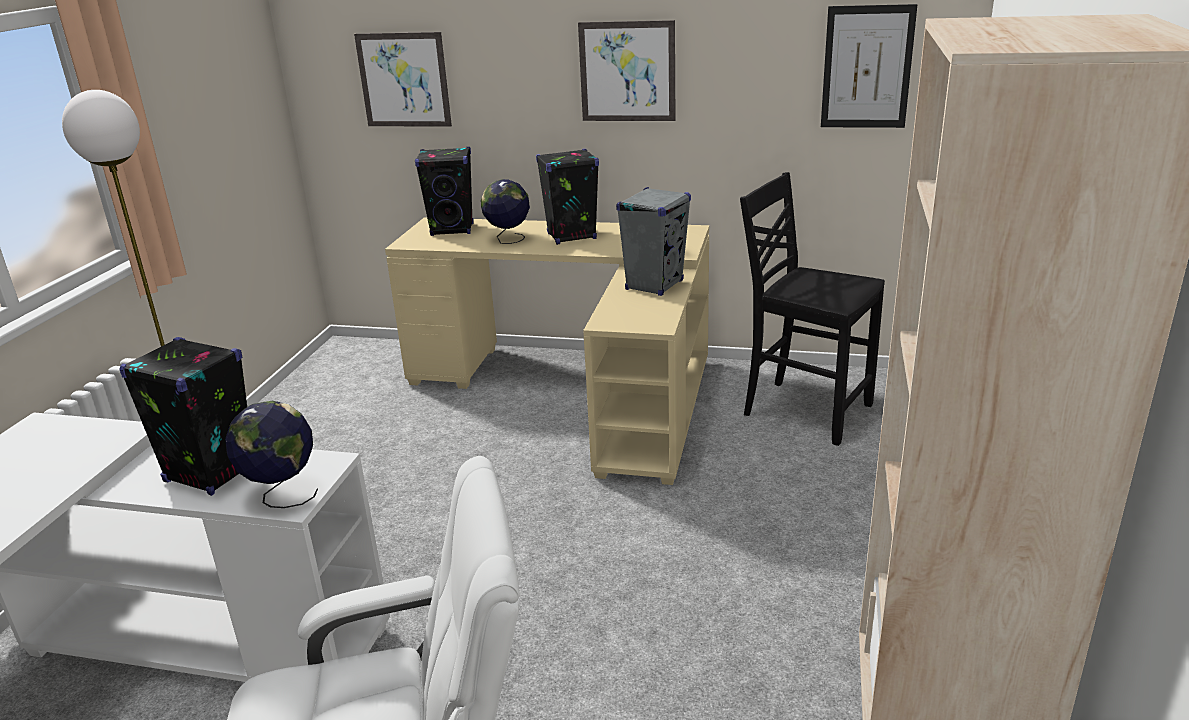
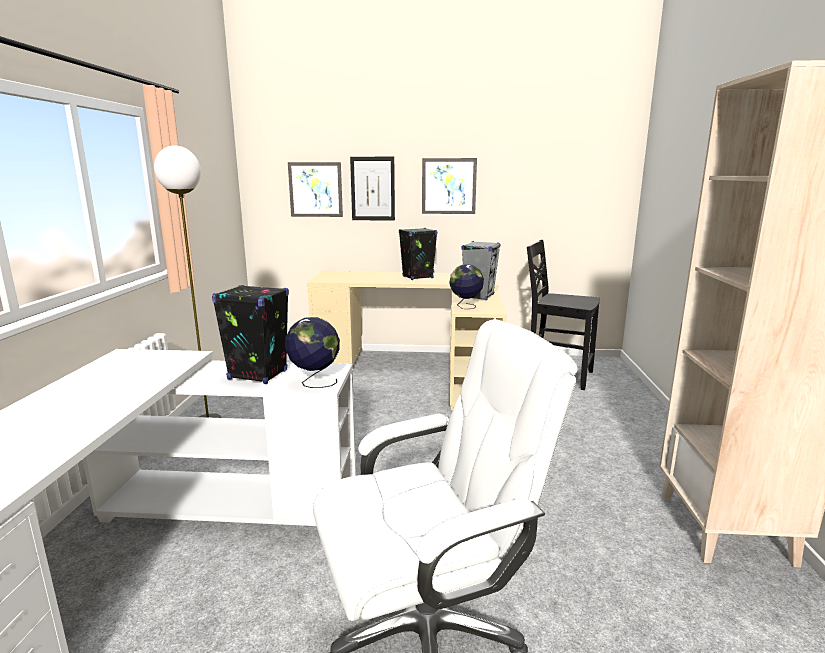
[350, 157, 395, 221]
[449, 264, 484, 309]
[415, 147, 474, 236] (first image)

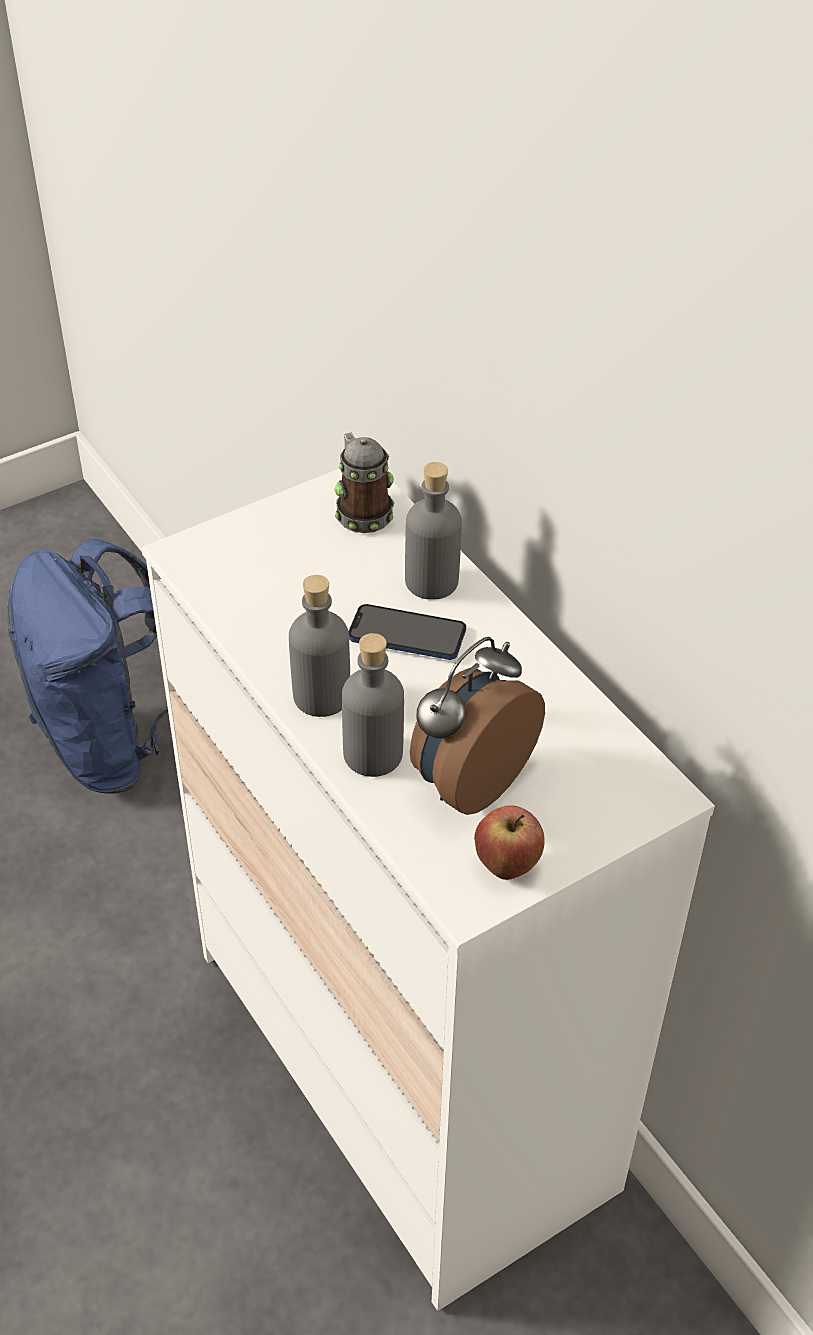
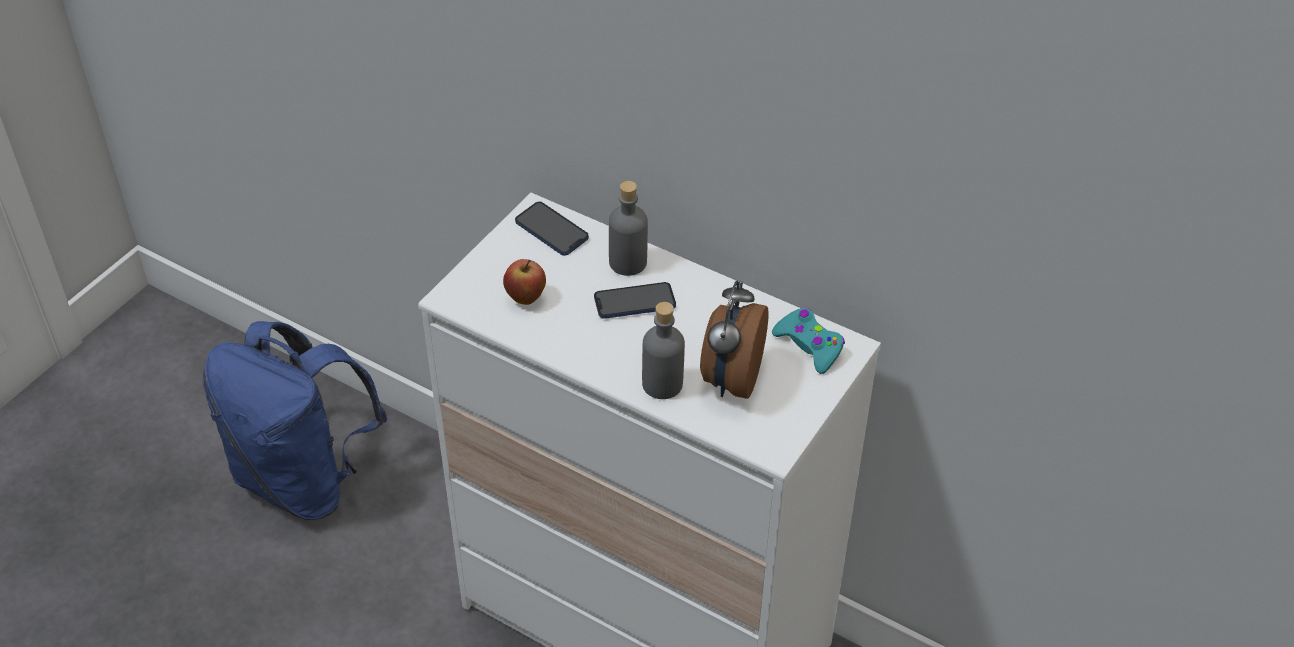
[503, 259, 546, 305]
[515, 202, 589, 256]
[772, 308, 845, 374]
[289, 575, 350, 717] (first image)

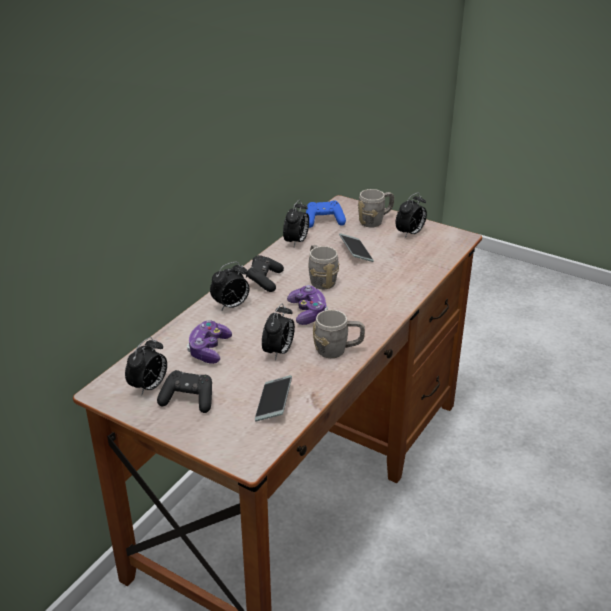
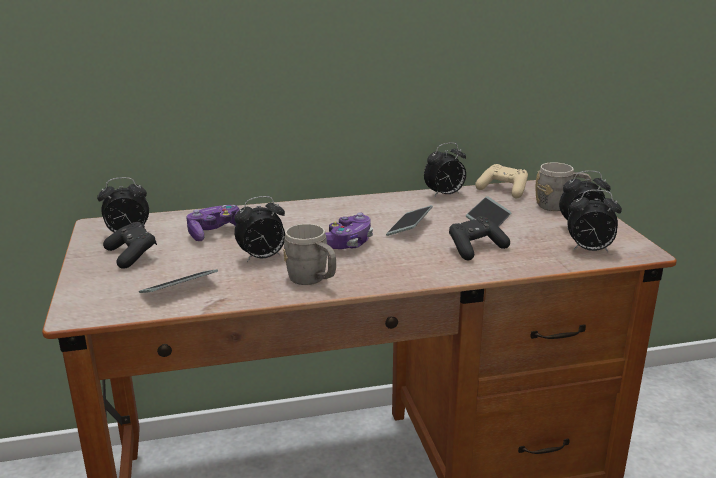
[386, 205, 433, 236]
[449, 216, 510, 260]
[475, 164, 528, 199]
[568, 190, 622, 252]

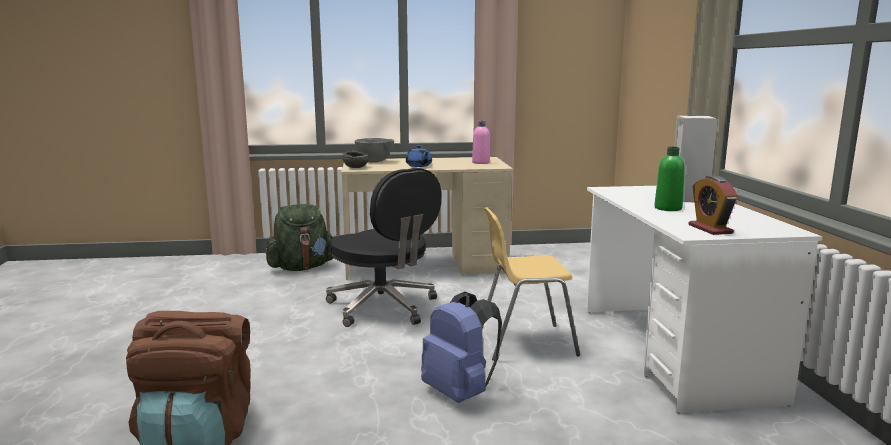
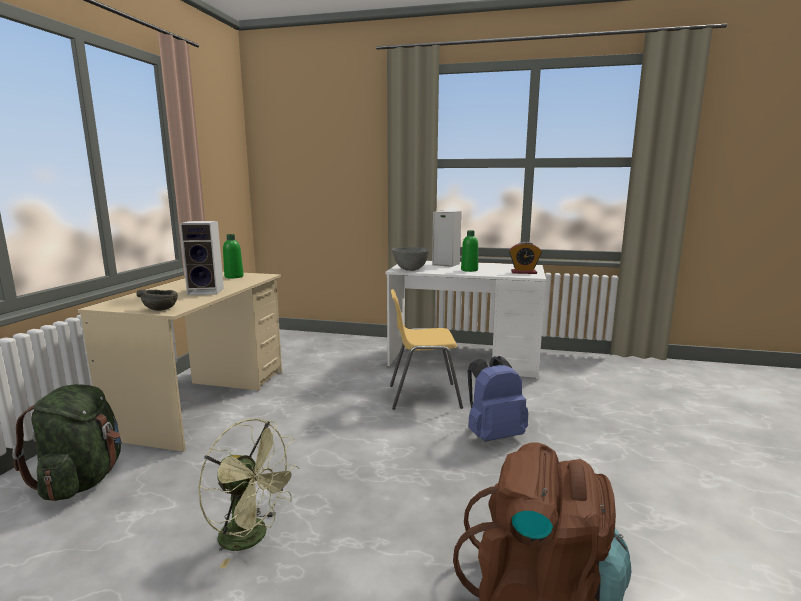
[179, 221, 224, 295]
[198, 419, 299, 568]
[223, 234, 244, 278]
[390, 289, 463, 410]
[392, 247, 430, 271]
[326, 168, 441, 327] (first image)

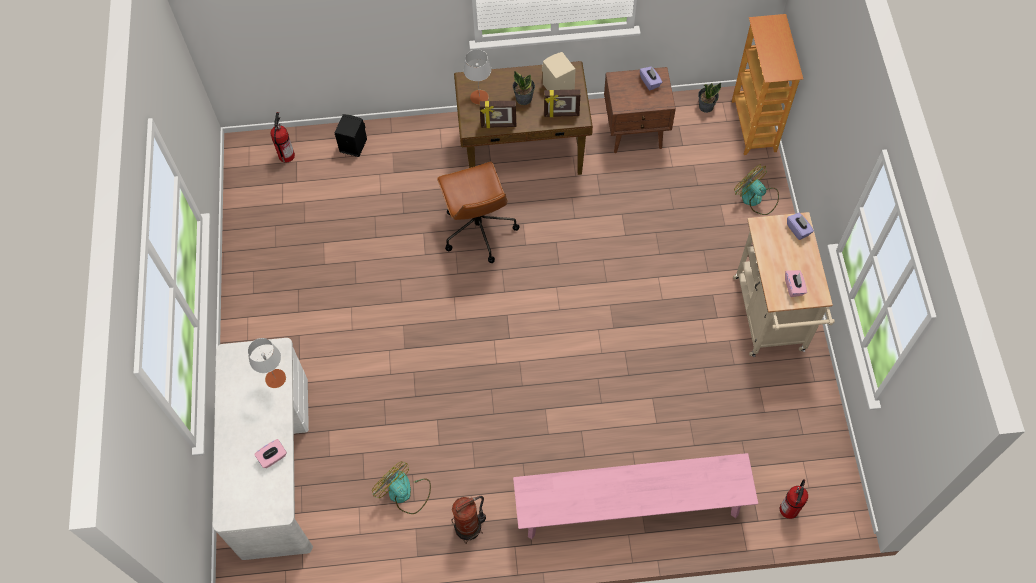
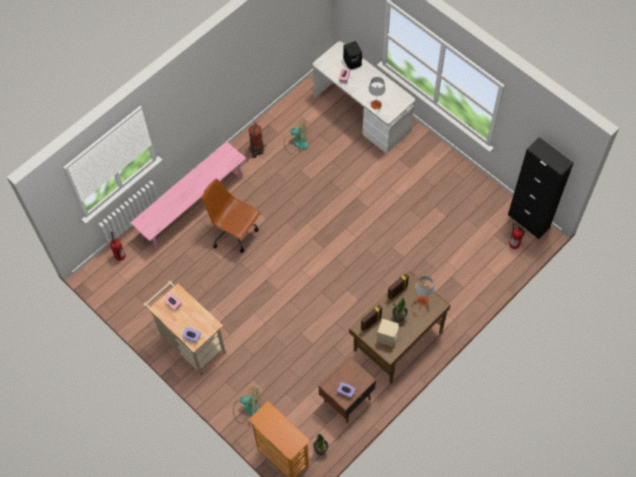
[201, 178, 261, 253]
[343, 41, 362, 70]
[508, 137, 574, 239]

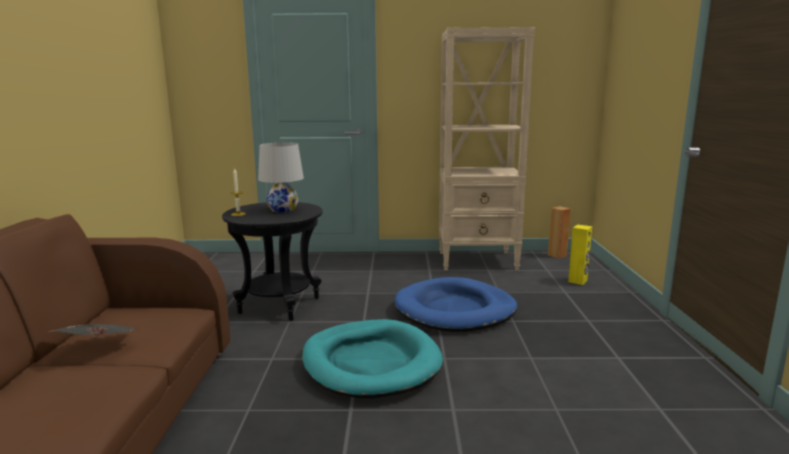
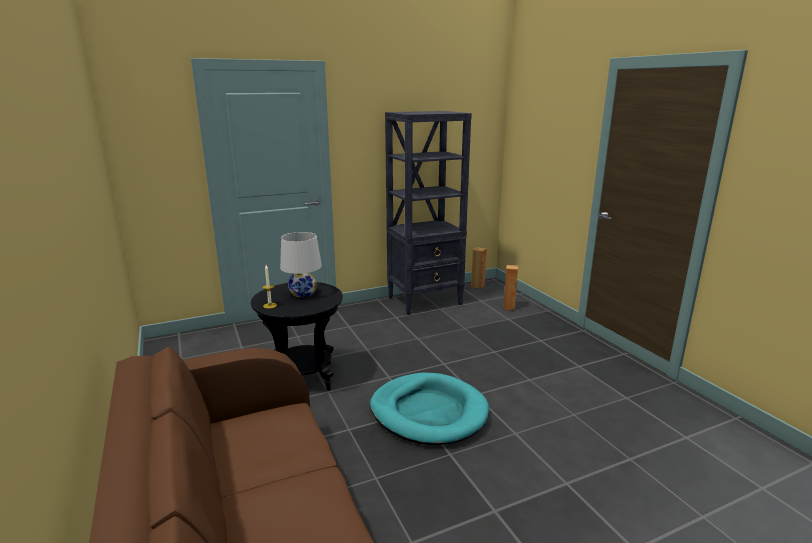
[385, 111, 472, 315]
[504, 265, 518, 311]
[53, 324, 137, 338] (first image)
[395, 277, 517, 332] (first image)

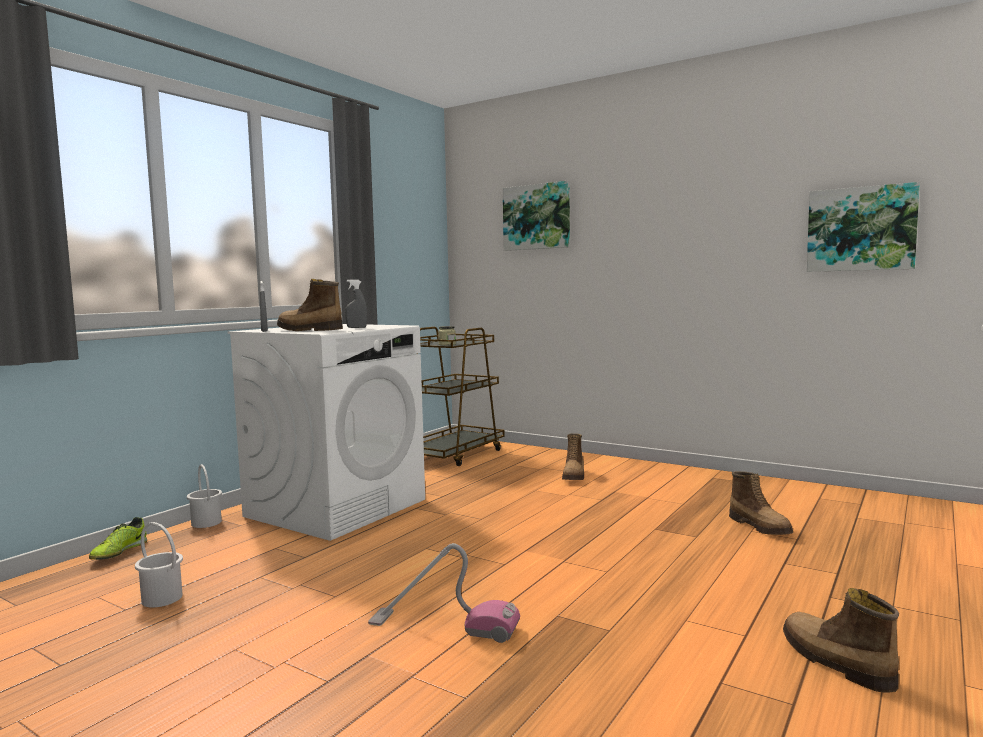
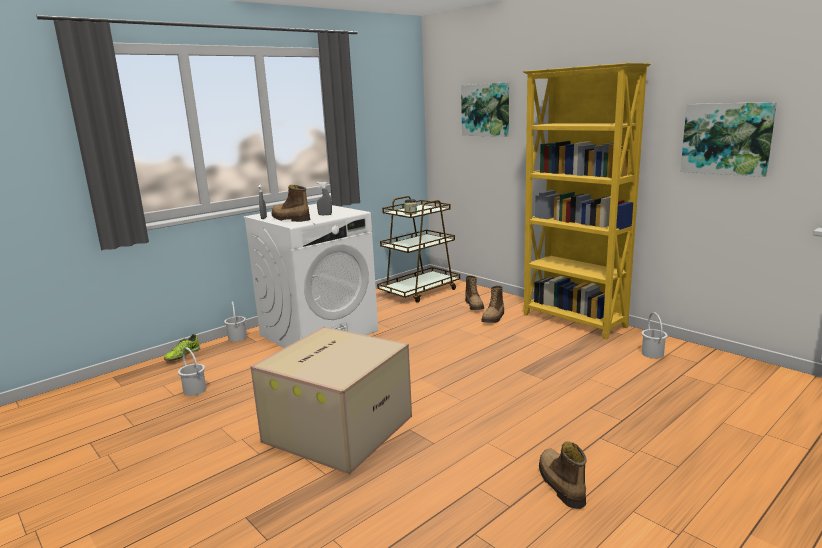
[251, 327, 412, 474]
[465, 275, 484, 310]
[523, 63, 651, 339]
[641, 312, 668, 359]

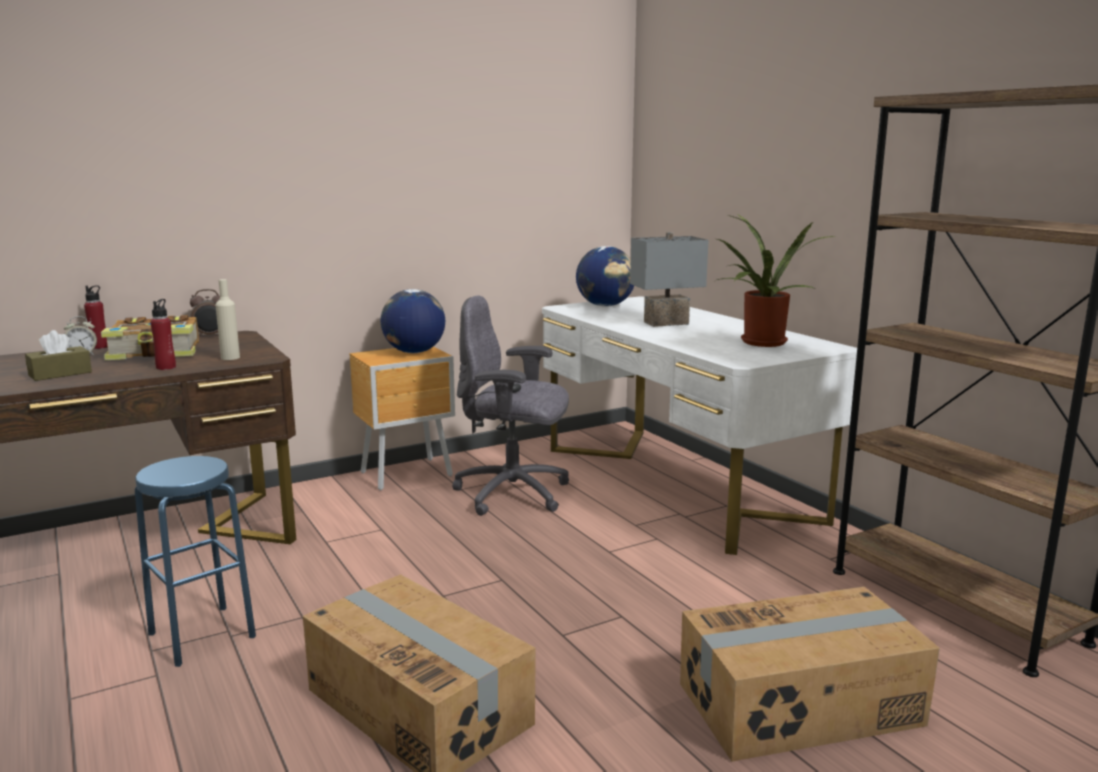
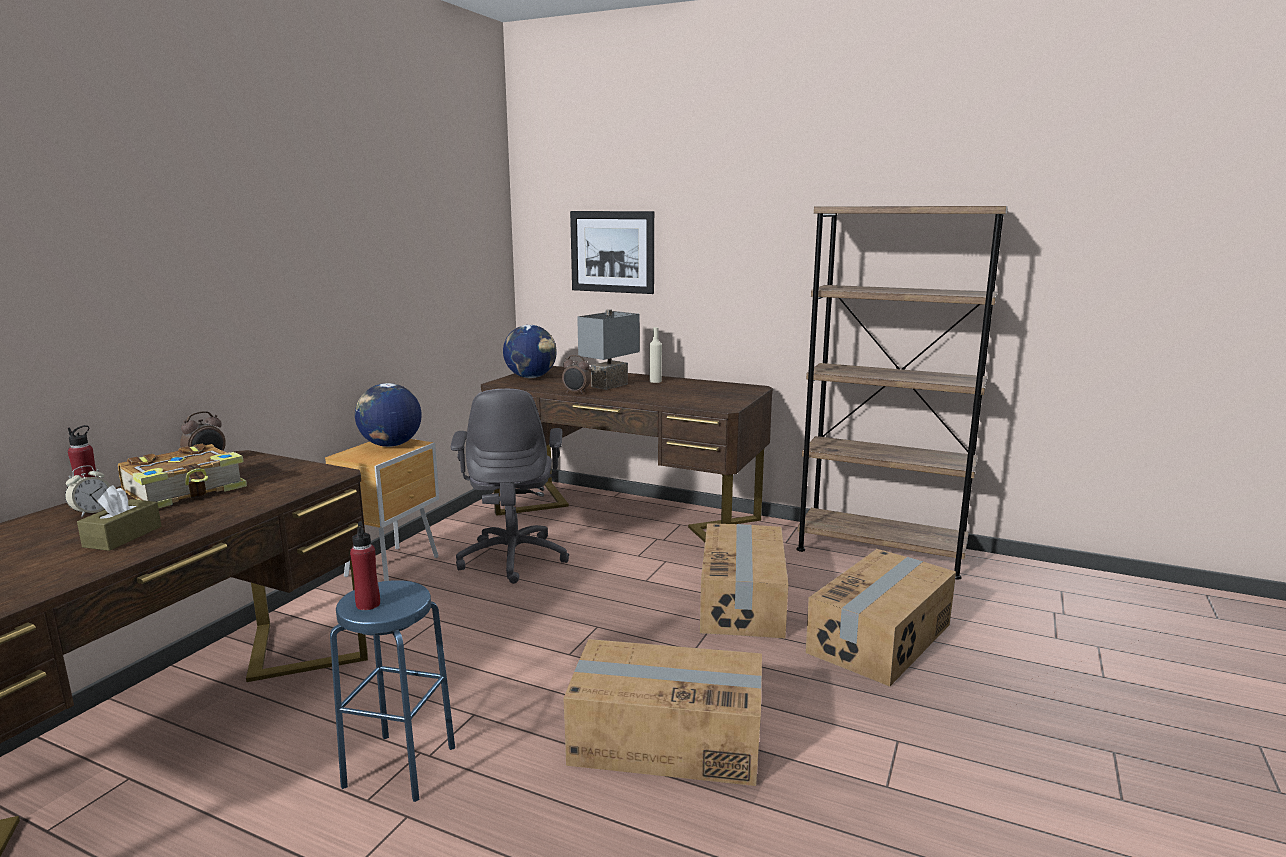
[350, 521, 380, 610]
[451, 389, 569, 584]
[481, 366, 773, 542]
[562, 355, 591, 394]
[570, 211, 654, 294]
[649, 327, 662, 383]
[700, 523, 788, 639]
[715, 213, 836, 347] (first image)

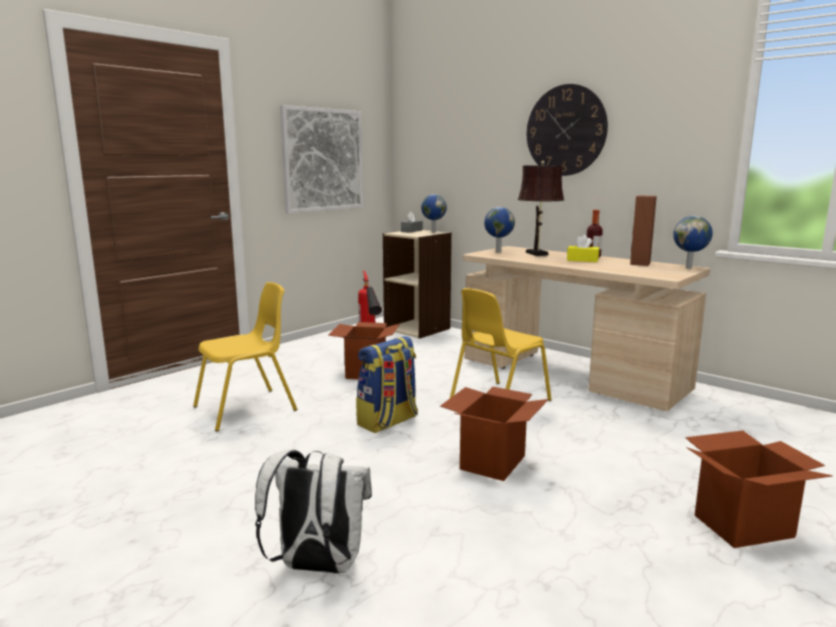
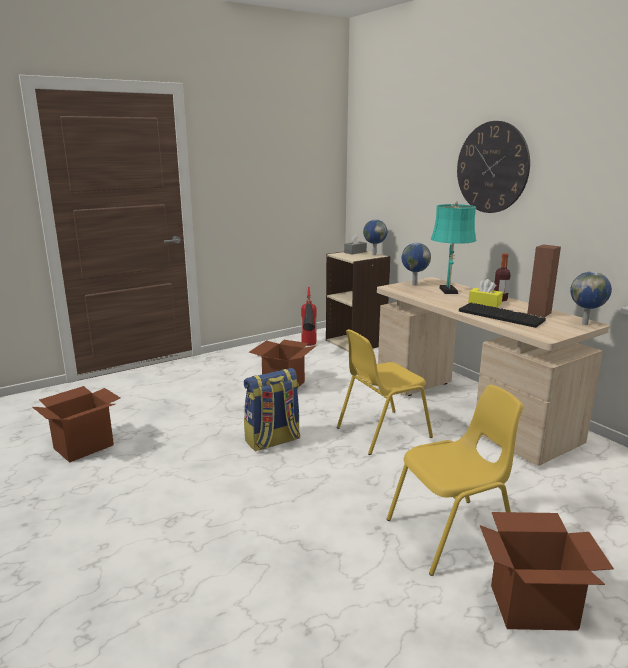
[32, 386, 120, 463]
[387, 385, 523, 576]
[431, 202, 477, 294]
[459, 302, 546, 328]
[255, 449, 372, 574] (first image)
[280, 105, 363, 214] (first image)

